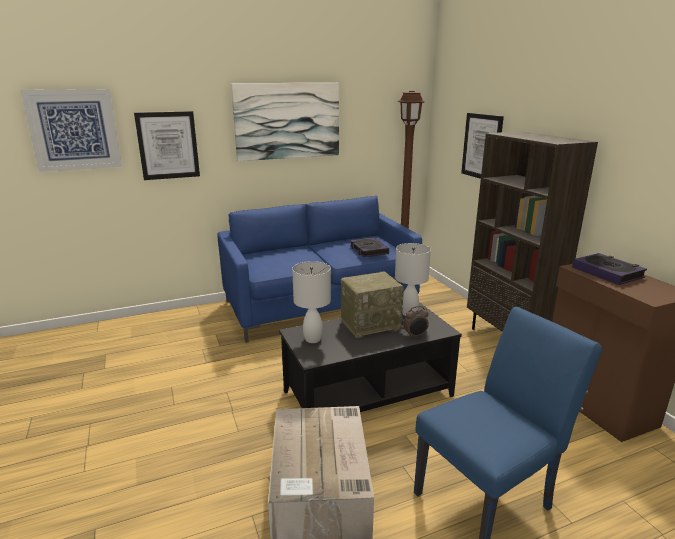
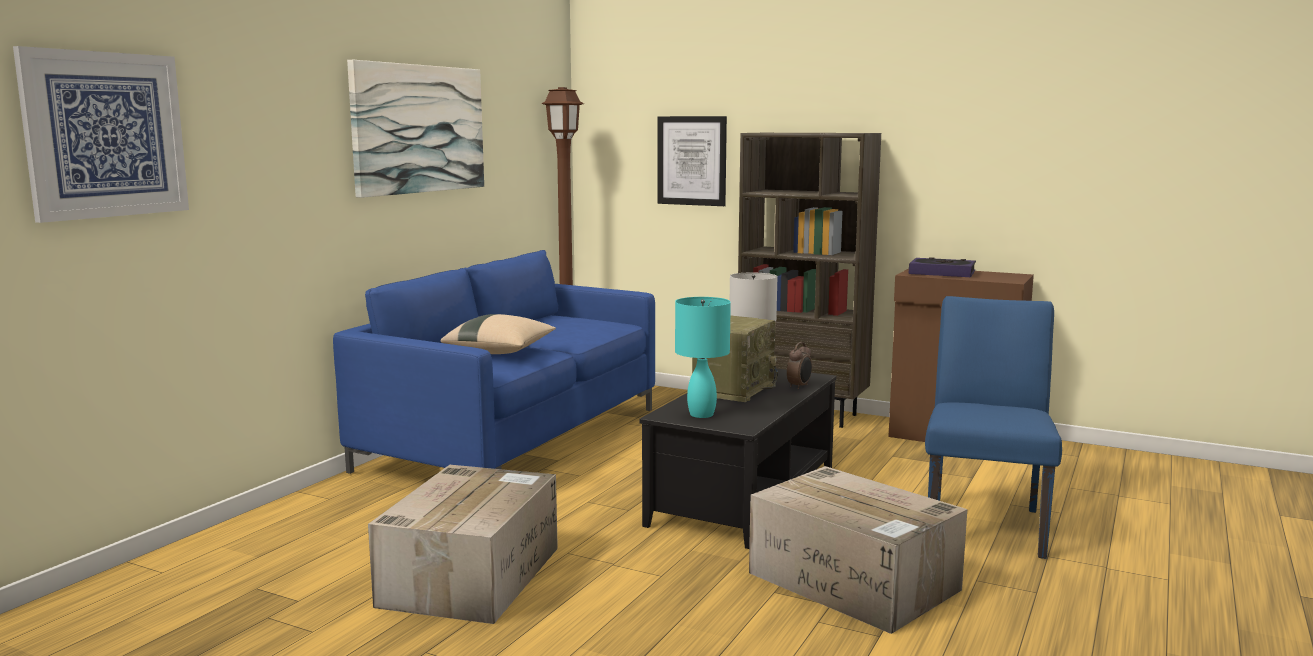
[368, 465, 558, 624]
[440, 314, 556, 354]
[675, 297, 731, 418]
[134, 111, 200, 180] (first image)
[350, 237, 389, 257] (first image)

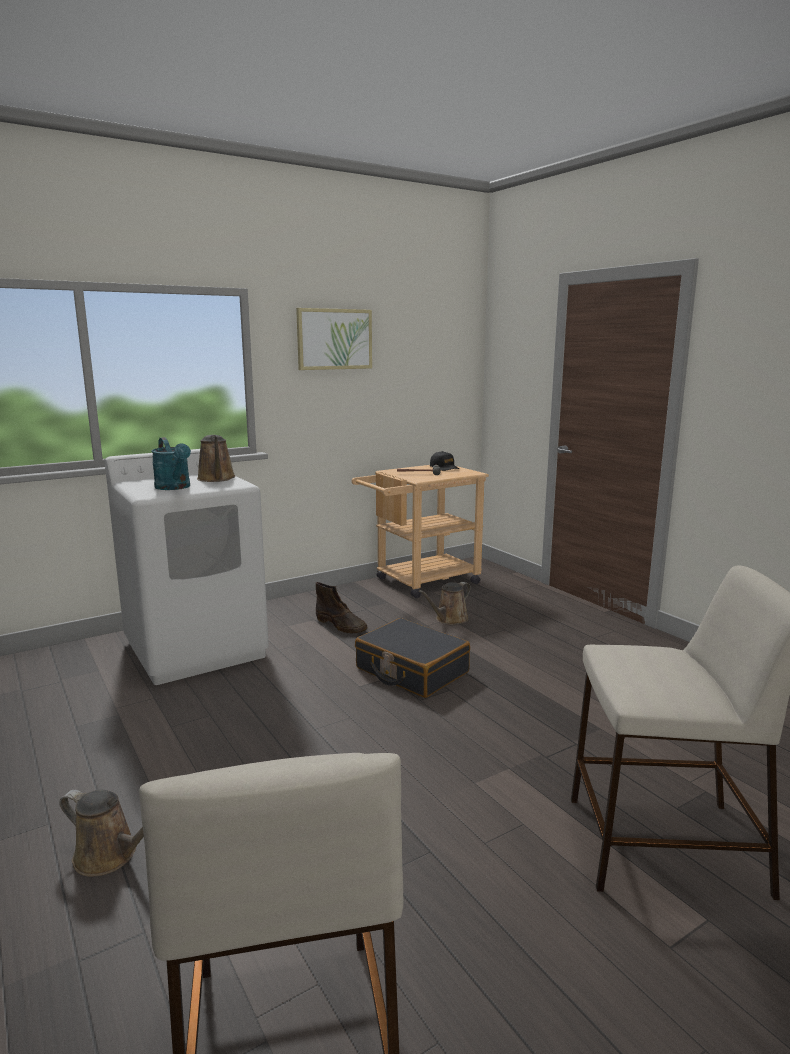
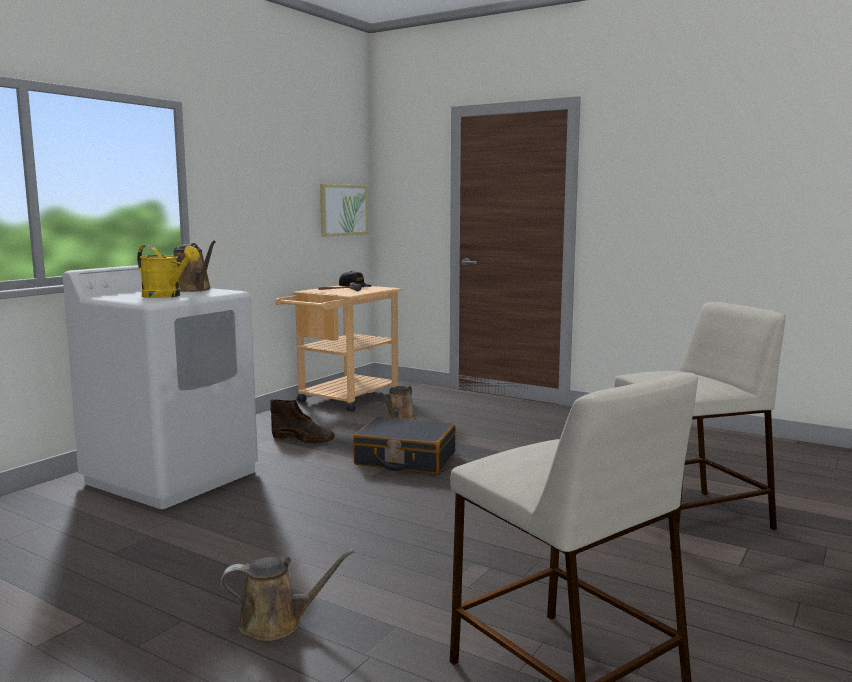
[137, 245, 199, 298]
[320, 184, 368, 237]

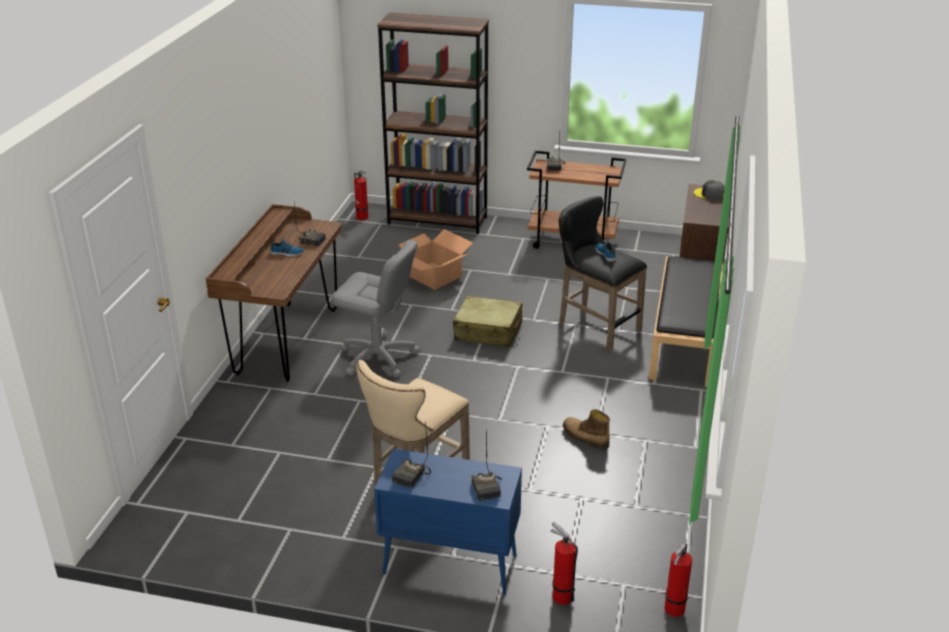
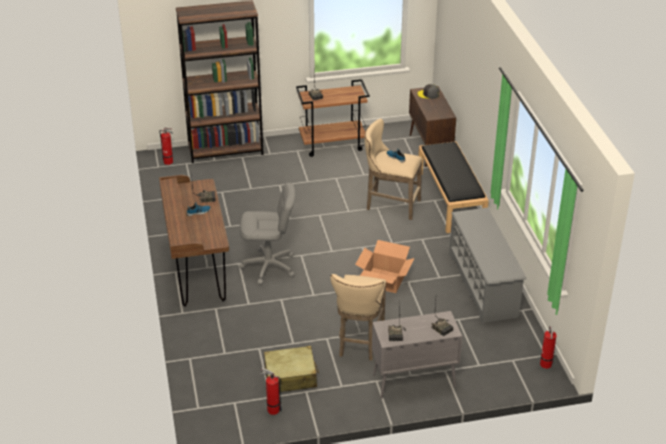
[261, 367, 282, 415]
[264, 346, 319, 392]
[355, 240, 415, 293]
[365, 119, 422, 220]
[372, 311, 462, 399]
[449, 208, 527, 324]
[563, 409, 610, 450] (first image)

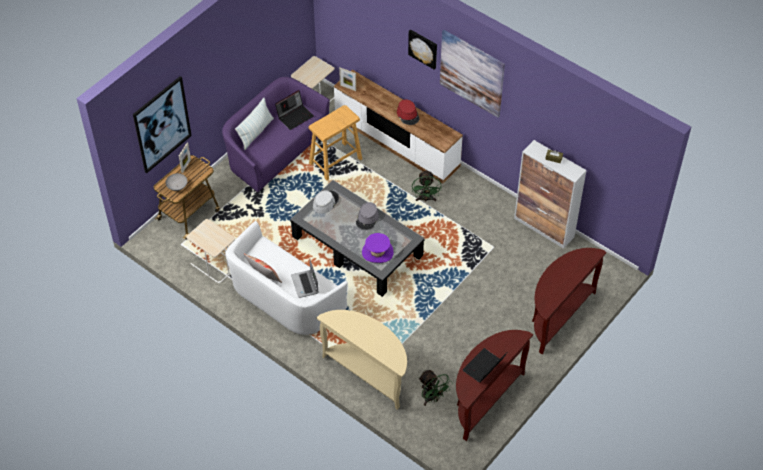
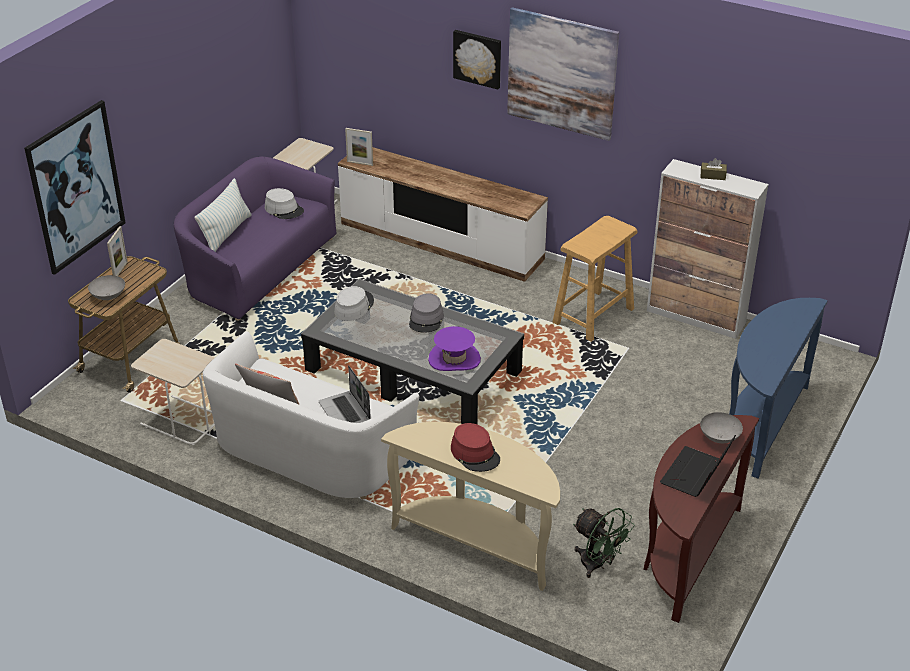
[265, 188, 304, 219]
[451, 423, 500, 472]
[552, 216, 637, 342]
[700, 412, 743, 443]
[729, 298, 828, 479]
[412, 170, 442, 201] (first image)

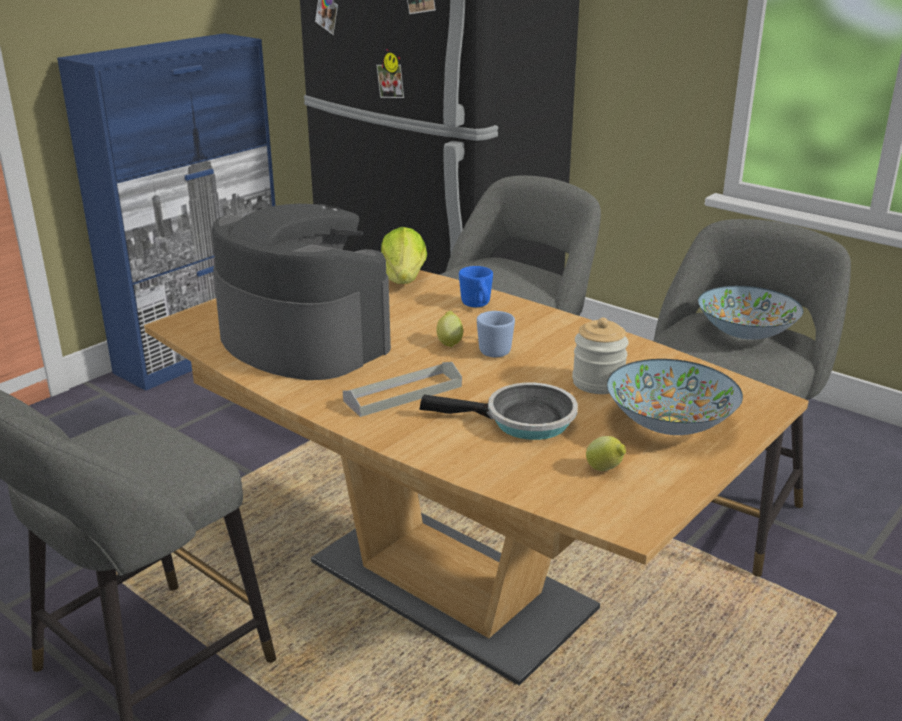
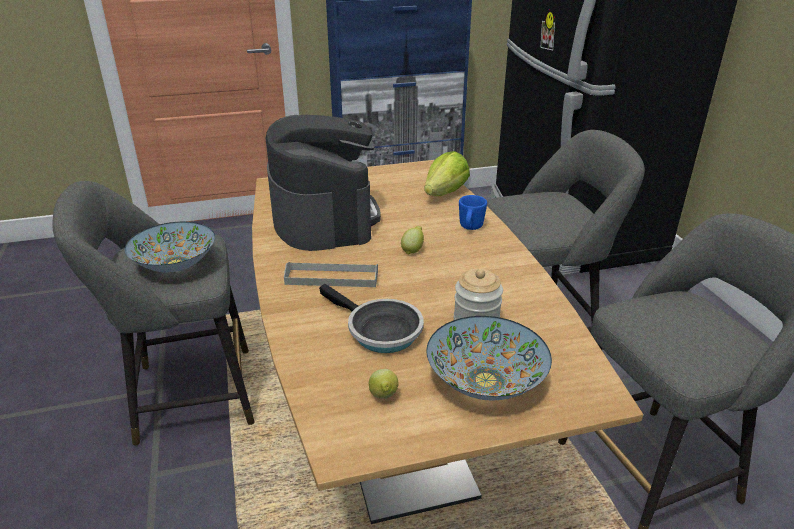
[125, 222, 215, 272]
[477, 311, 515, 357] (first image)

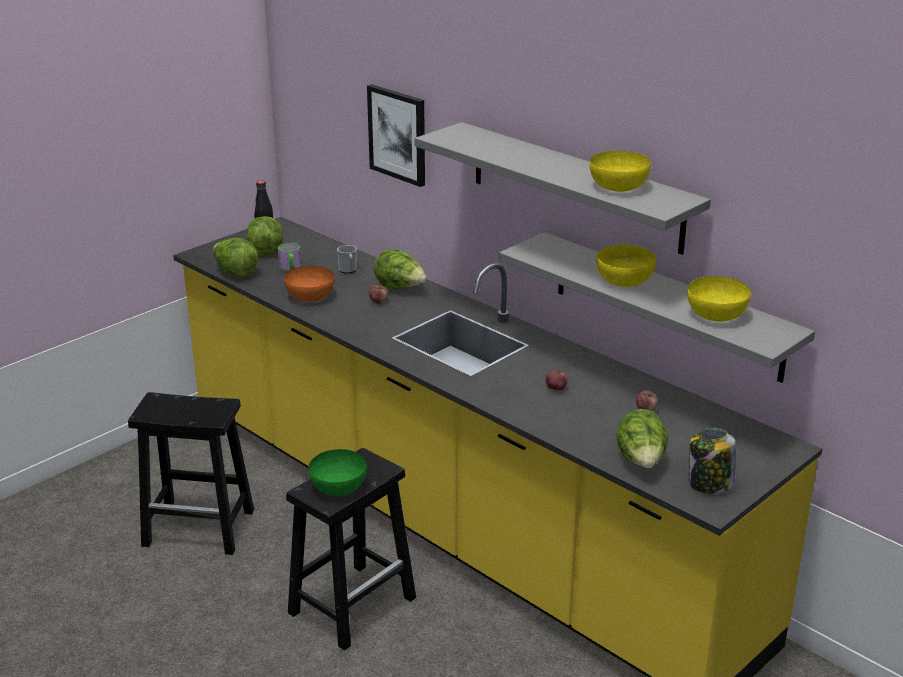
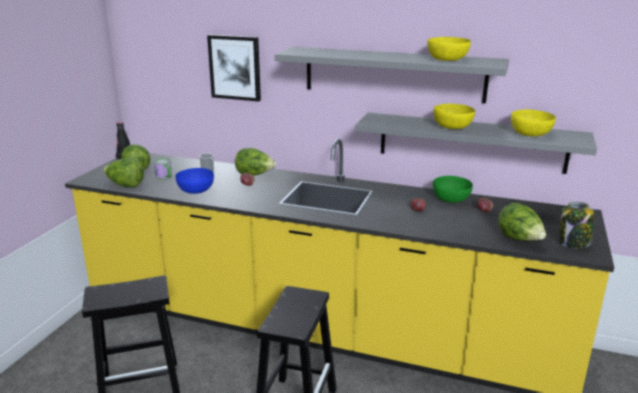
[176, 168, 214, 194]
[433, 176, 473, 203]

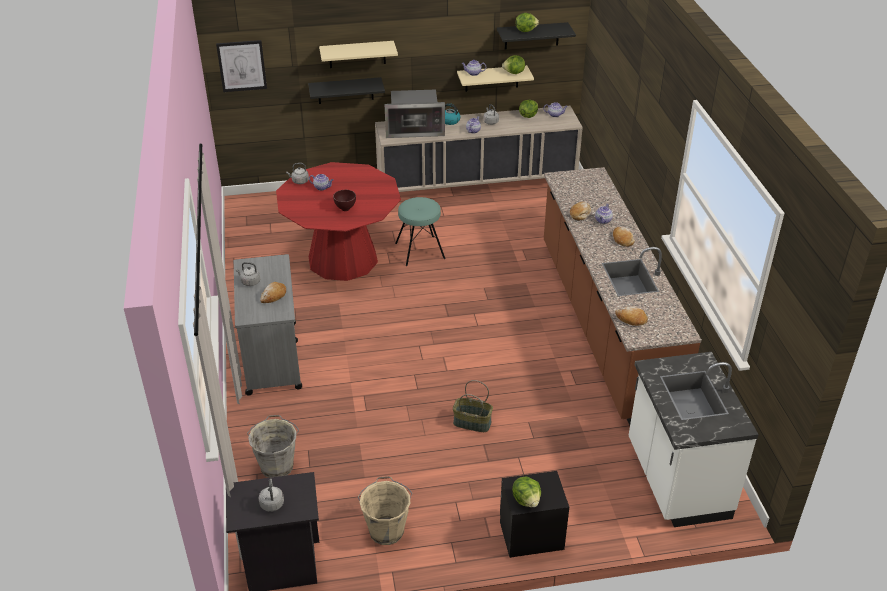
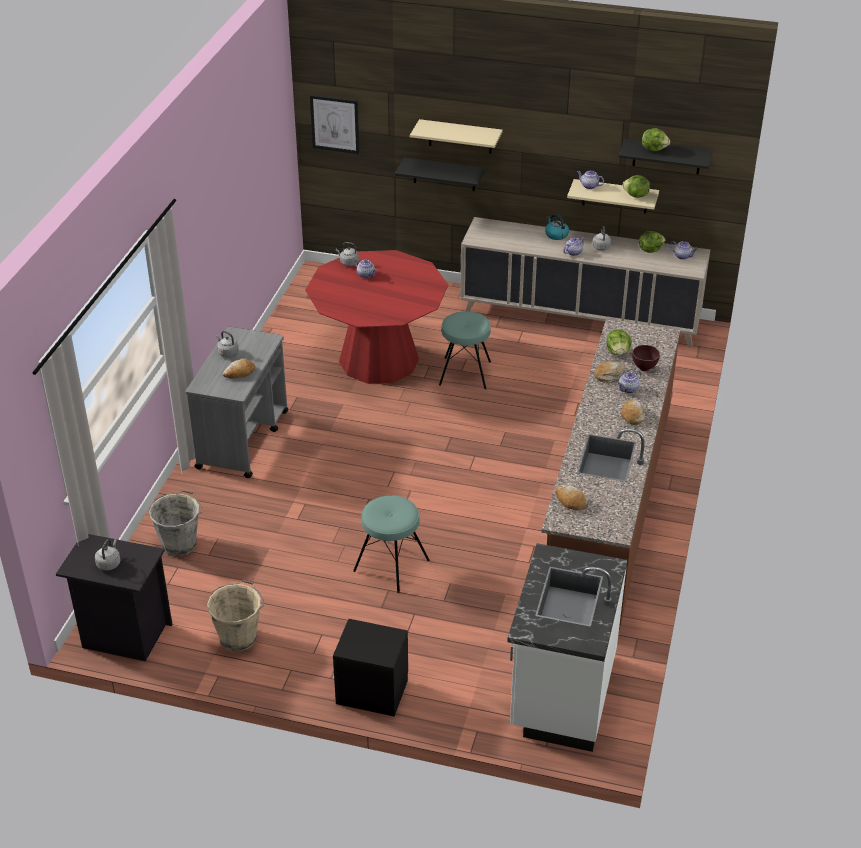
[353, 496, 430, 593]
[606, 330, 632, 355]
[632, 345, 660, 371]
[384, 90, 445, 138] (first image)

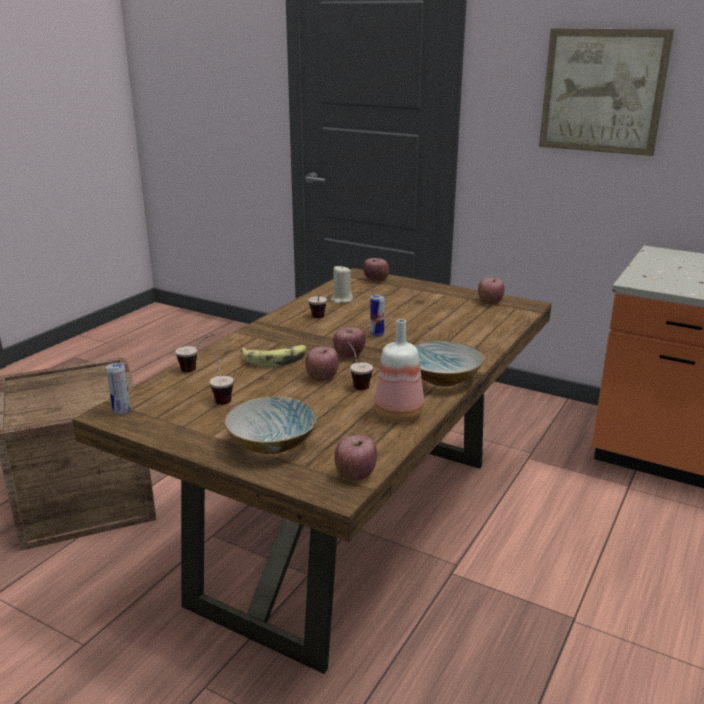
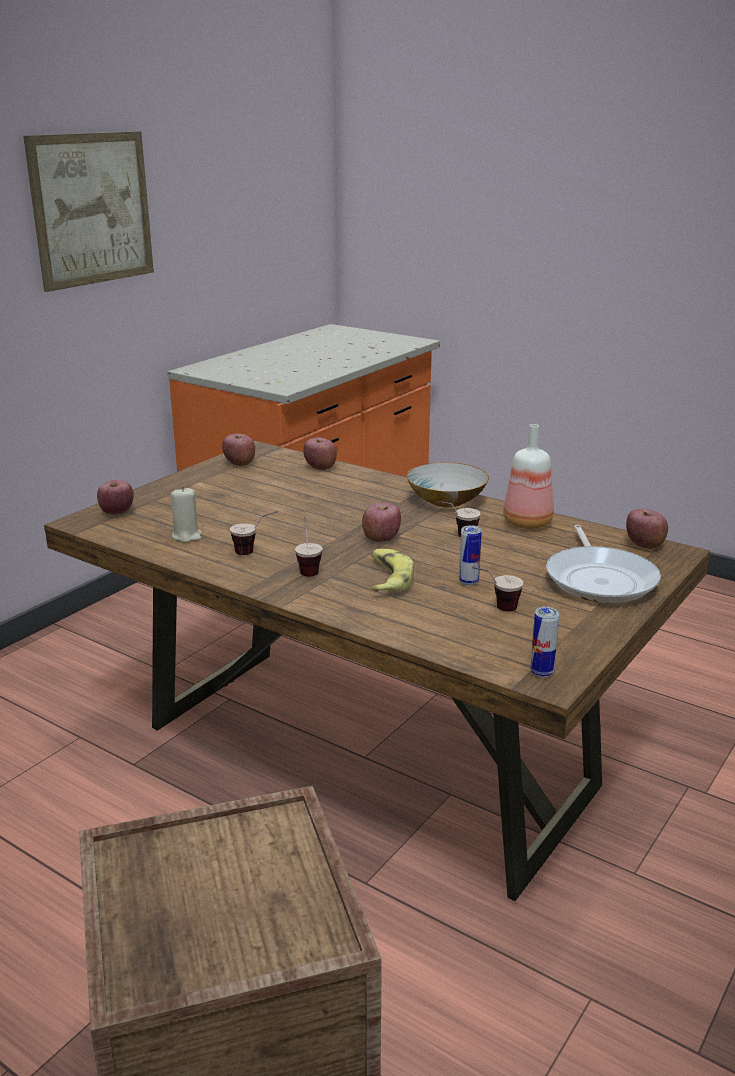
[295, 517, 323, 577]
[303, 437, 337, 470]
[459, 525, 482, 586]
[546, 525, 661, 603]

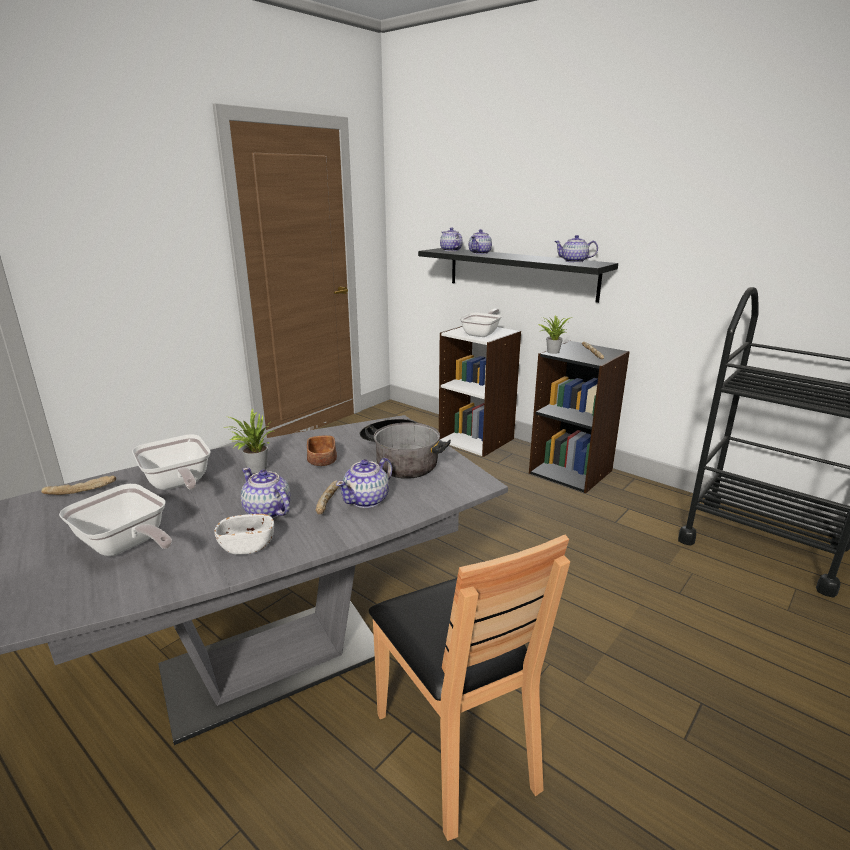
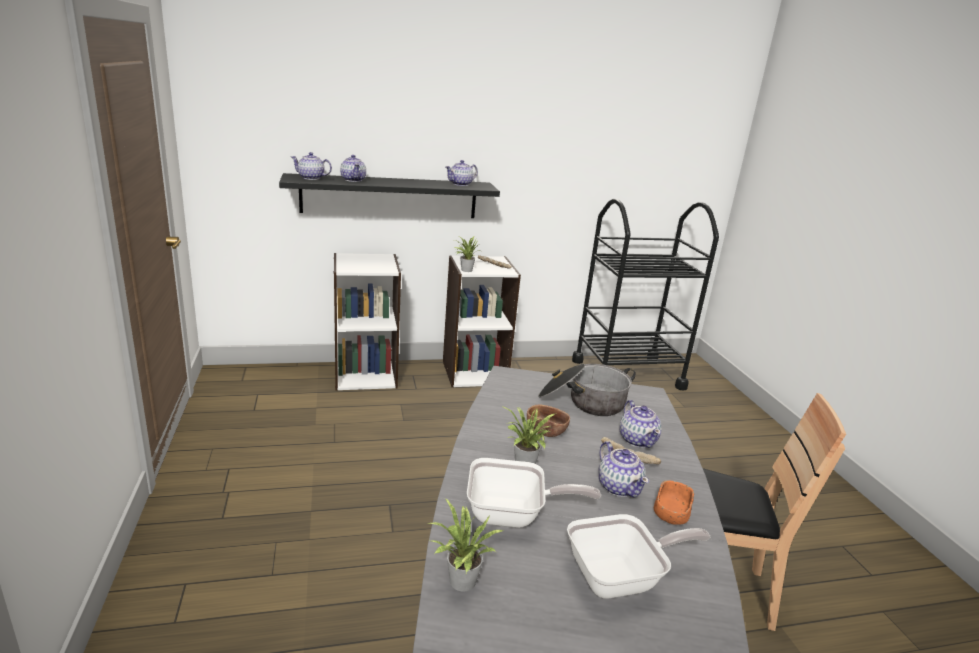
[428, 498, 503, 591]
[443, 255, 521, 387]
[598, 441, 649, 498]
[654, 480, 694, 525]
[460, 309, 502, 337] (first image)

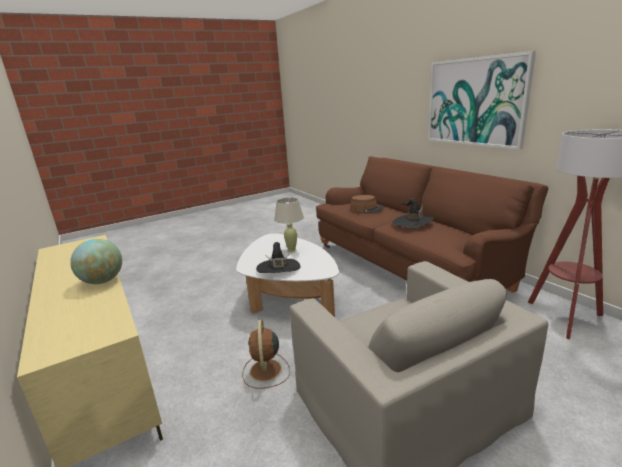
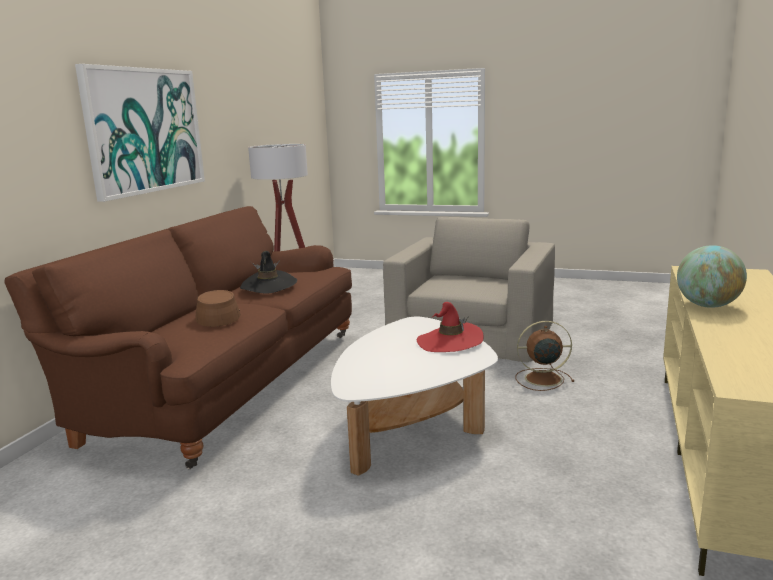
[417, 302, 484, 352]
[515, 321, 574, 391]
[274, 197, 304, 252] (first image)

